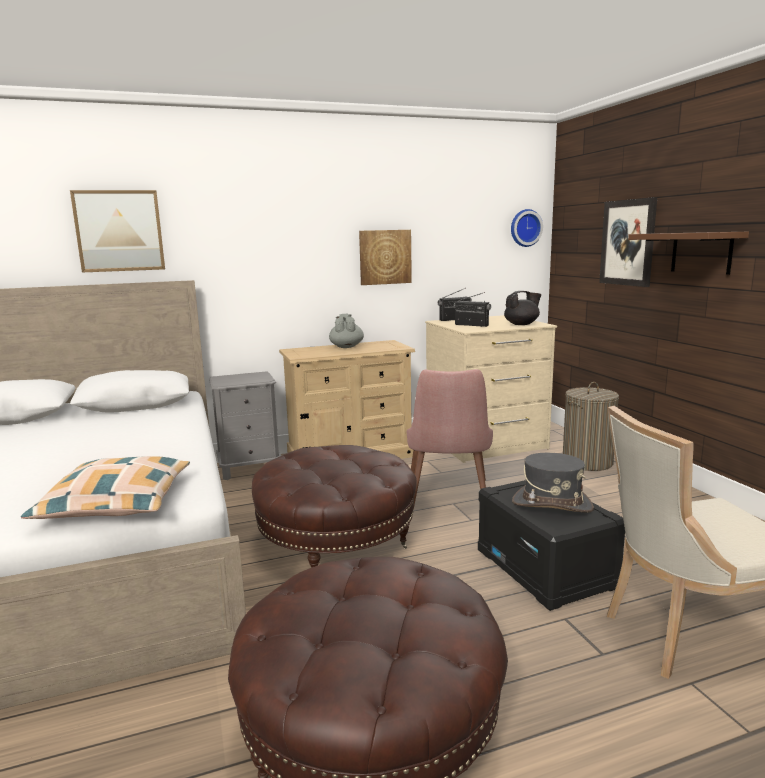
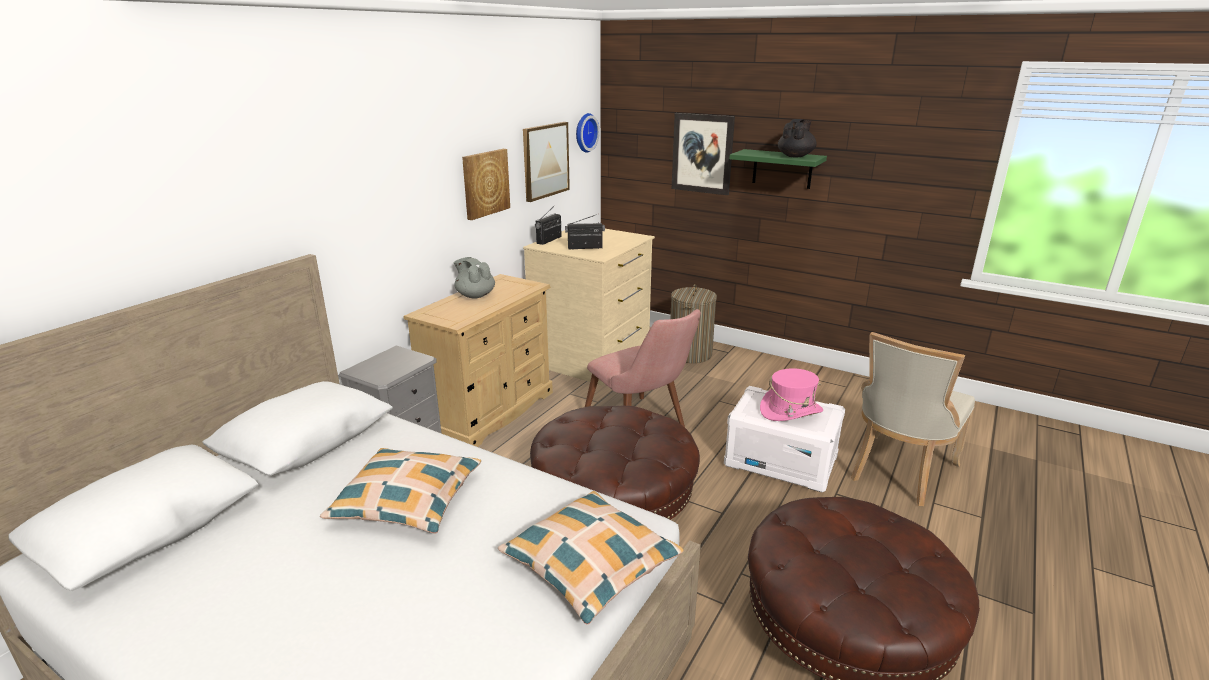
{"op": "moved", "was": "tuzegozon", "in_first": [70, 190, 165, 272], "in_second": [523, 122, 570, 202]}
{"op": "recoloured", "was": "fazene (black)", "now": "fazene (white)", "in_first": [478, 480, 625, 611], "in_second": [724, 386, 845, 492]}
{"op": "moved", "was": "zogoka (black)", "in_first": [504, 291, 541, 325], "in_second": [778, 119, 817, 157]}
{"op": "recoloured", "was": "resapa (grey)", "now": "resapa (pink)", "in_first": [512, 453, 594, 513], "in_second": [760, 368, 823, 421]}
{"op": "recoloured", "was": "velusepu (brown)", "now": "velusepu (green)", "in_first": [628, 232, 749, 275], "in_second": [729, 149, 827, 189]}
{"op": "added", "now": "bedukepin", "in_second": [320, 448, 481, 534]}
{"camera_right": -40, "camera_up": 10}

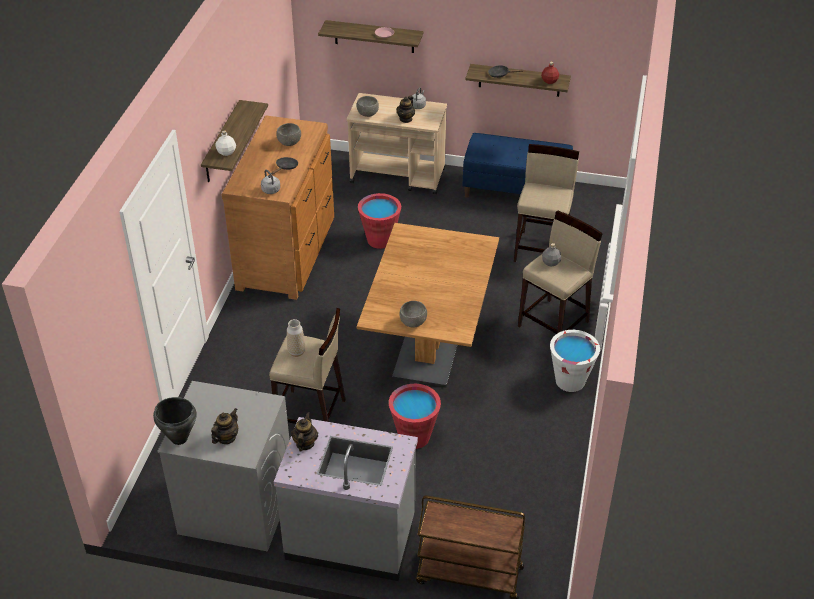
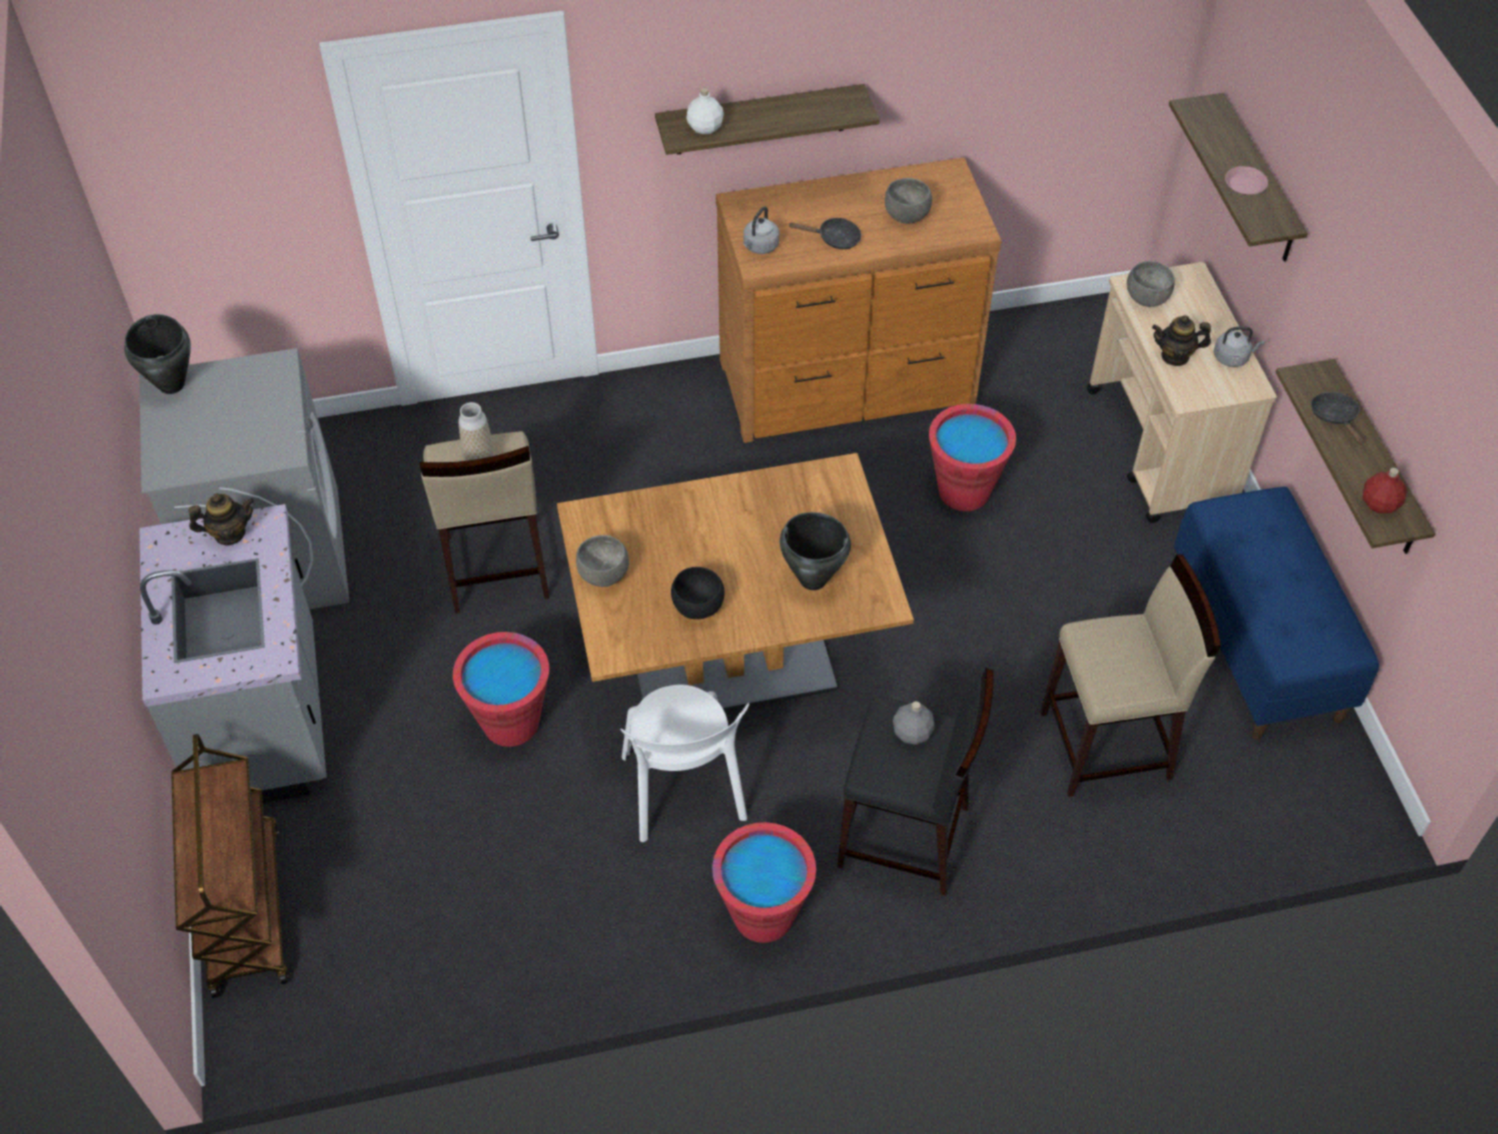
{"op": "removed", "was": "zogoka", "in_first": [211, 408, 238, 444]}
{"op": "recoloured", "was": "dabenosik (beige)", "now": "dabenosik (black)", "in_first": [518, 211, 603, 334], "in_second": [837, 668, 993, 896]}
{"op": "recoloured", "was": "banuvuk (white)", "now": "banuvuk (red)", "in_first": [550, 330, 600, 392], "in_second": [712, 822, 816, 943]}
{"op": "added", "now": "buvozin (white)", "in_second": [620, 685, 750, 842]}
{"op": "added", "now": "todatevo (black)", "in_second": [671, 567, 725, 619]}
{"op": "added", "now": "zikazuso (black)", "in_second": [780, 512, 851, 590]}
{"camera_right": 65, "camera_up": 10}

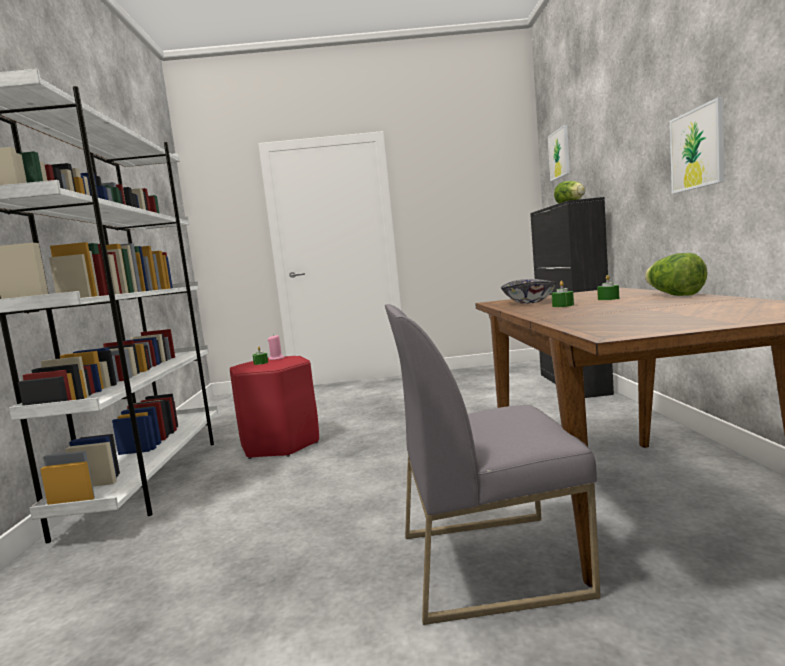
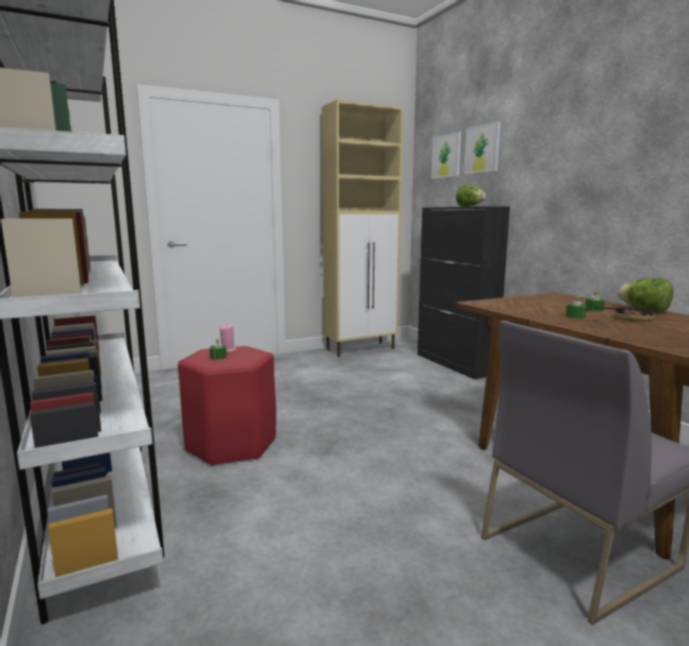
{"op": "removed", "was": "todatevo", "in_first": [501, 279, 557, 304]}
{"op": "moved", "was": "tuzegozon", "in_first": [670, 97, 724, 194], "in_second": [464, 121, 501, 174]}
{"op": "added", "now": "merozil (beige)", "in_second": [322, 100, 403, 357]}
{"op": "added", "now": "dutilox", "in_second": [594, 304, 657, 321]}
{"camera_right": -25, "camera_up": 5}

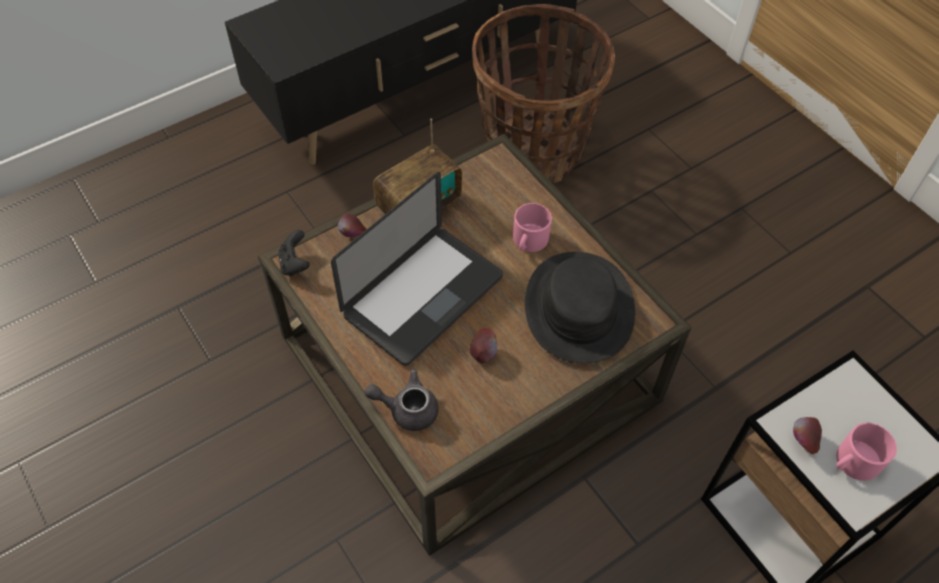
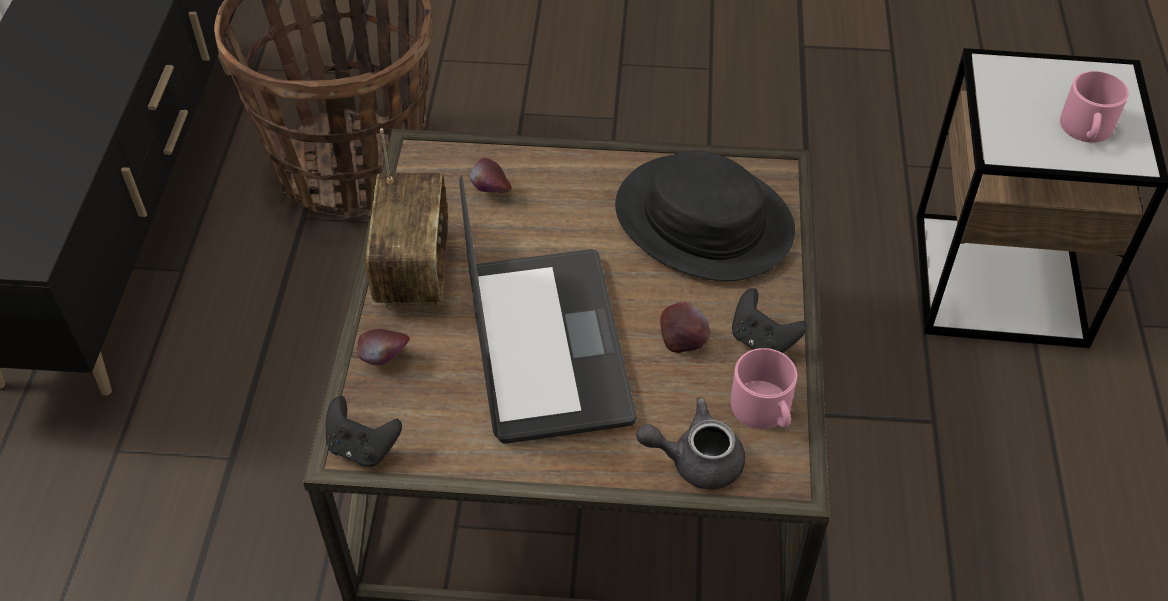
{"op": "turned", "was": "zogoka (grey)", "in_first": [365, 369, 439, 431], "in_second": [636, 397, 745, 490], "clockwise": 45}
{"op": "moved", "was": "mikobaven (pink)", "in_first": [513, 203, 552, 252], "in_second": [731, 348, 797, 429]}
{"op": "moved", "was": "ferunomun", "in_first": [793, 417, 822, 454], "in_second": [470, 158, 512, 193]}
{"op": "added", "now": "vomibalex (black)", "in_second": [732, 288, 807, 353]}
{"camera_right": -50, "camera_up": -5}

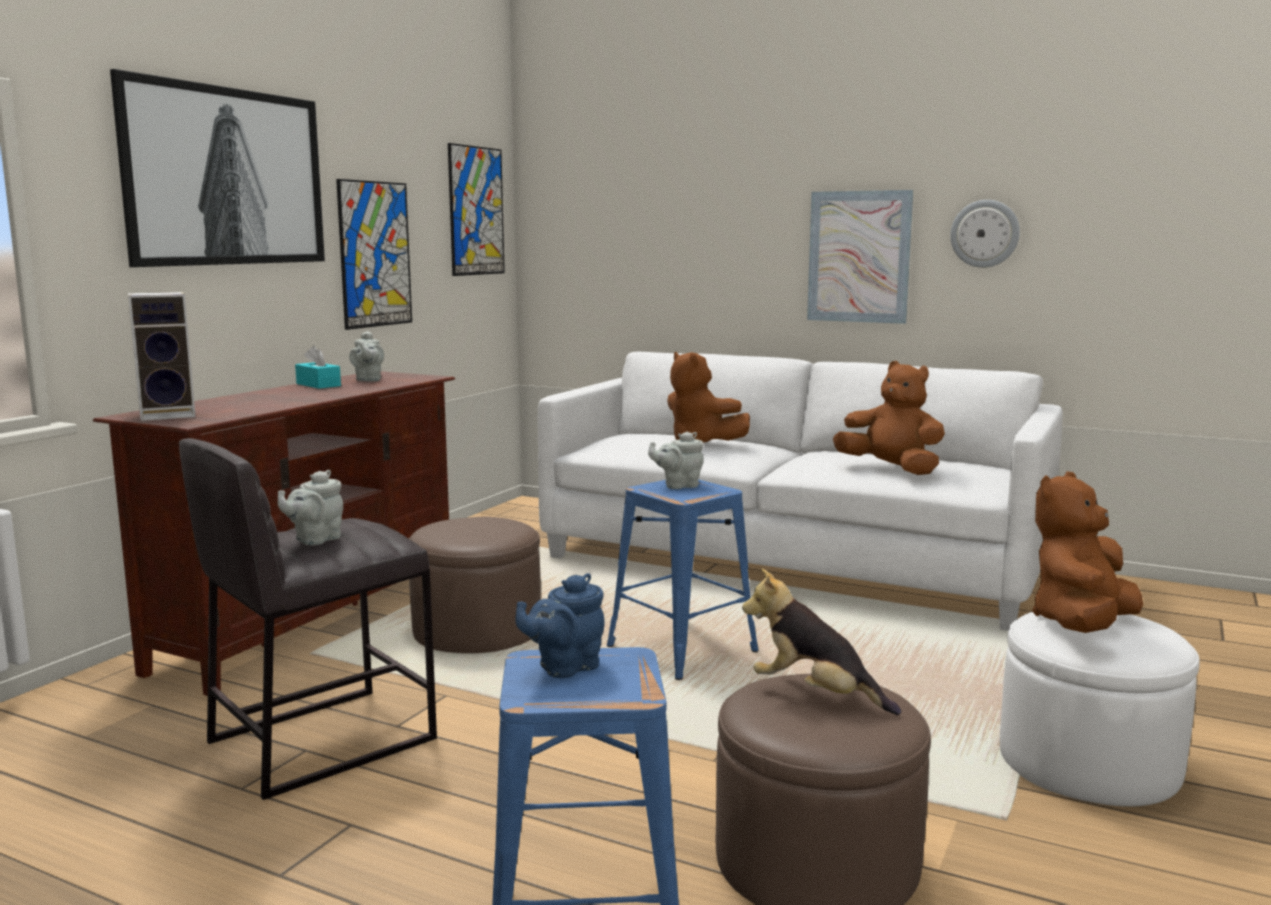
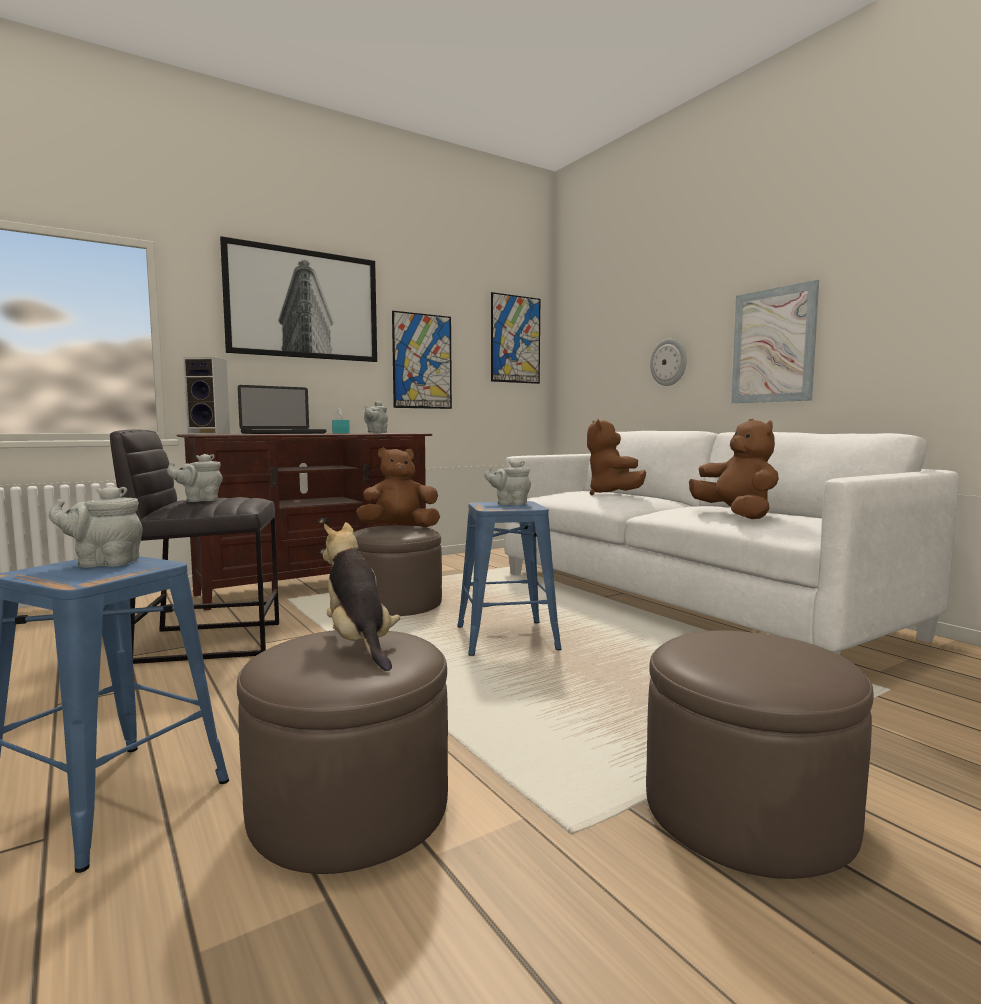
{"op": "recoloured", "was": "zogoka (blue)", "now": "zogoka (grey)", "in_first": [515, 573, 605, 678], "in_second": [49, 486, 143, 568]}
{"op": "moved", "was": "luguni", "in_first": [950, 200, 1020, 268], "in_second": [650, 339, 686, 386]}
{"op": "recoloured", "was": "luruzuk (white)", "now": "luruzuk (brown)", "in_first": [1000, 612, 1200, 807], "in_second": [646, 630, 874, 879]}
{"op": "moved", "was": "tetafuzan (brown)", "in_first": [1032, 471, 1143, 633], "in_second": [356, 448, 440, 527]}
{"op": "added", "now": "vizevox", "in_second": [238, 385, 326, 434]}
{"camera_right": 30, "camera_up": -5}

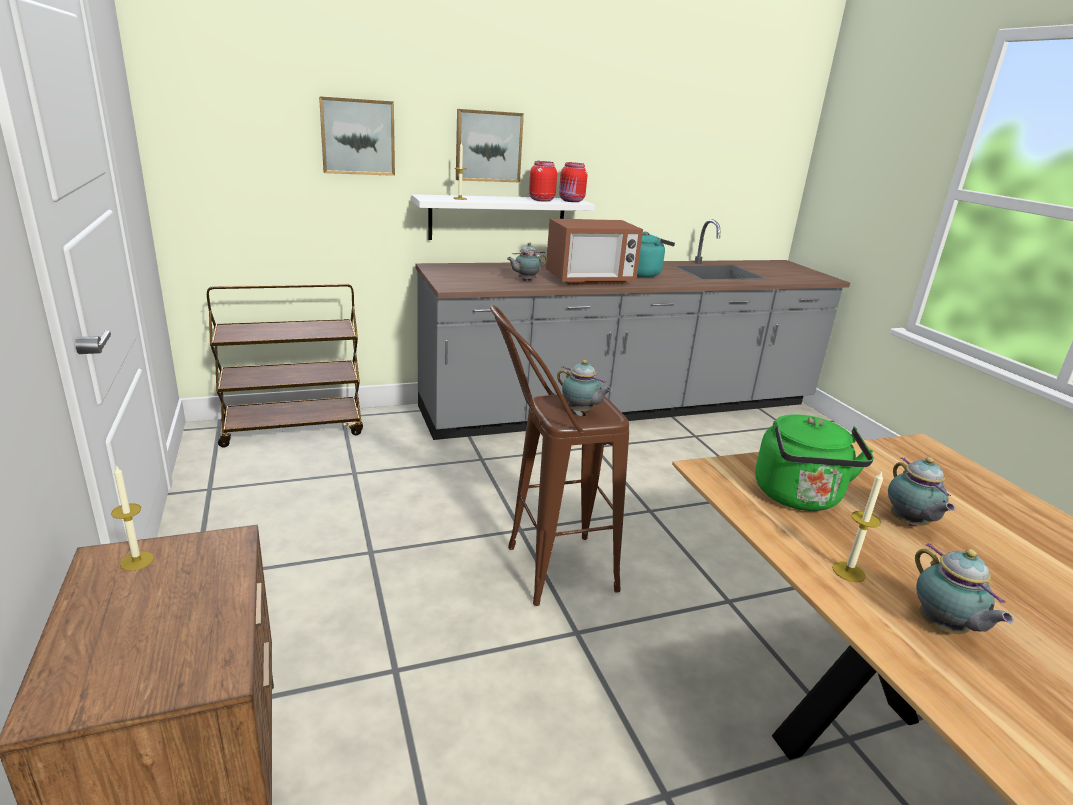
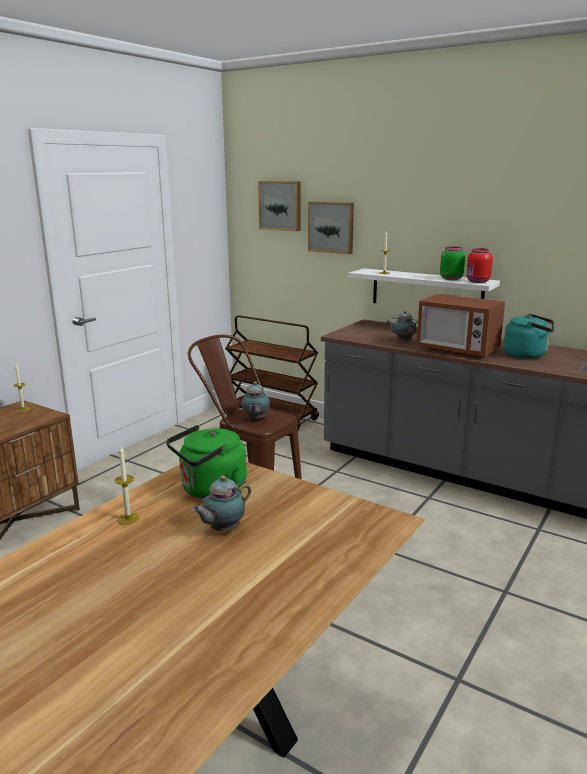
{"op": "moved", "was": "tuzegozon", "in_first": [456, 109, 524, 182], "in_second": [258, 181, 300, 231]}
{"op": "recoloured", "was": "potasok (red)", "now": "potasok (green)", "in_first": [529, 161, 557, 202], "in_second": [440, 246, 465, 280]}
{"op": "removed", "was": "zogoka", "in_first": [915, 543, 1014, 634]}
{"camera_right": 55, "camera_up": -5}

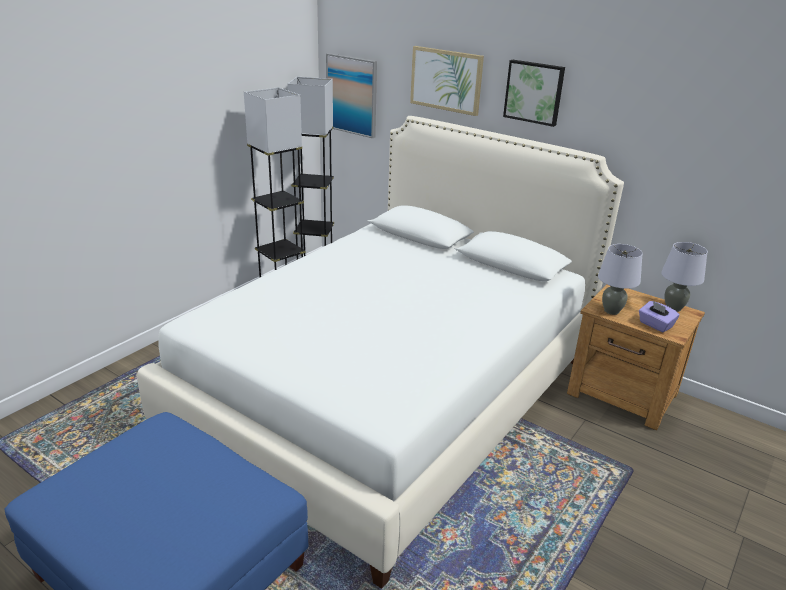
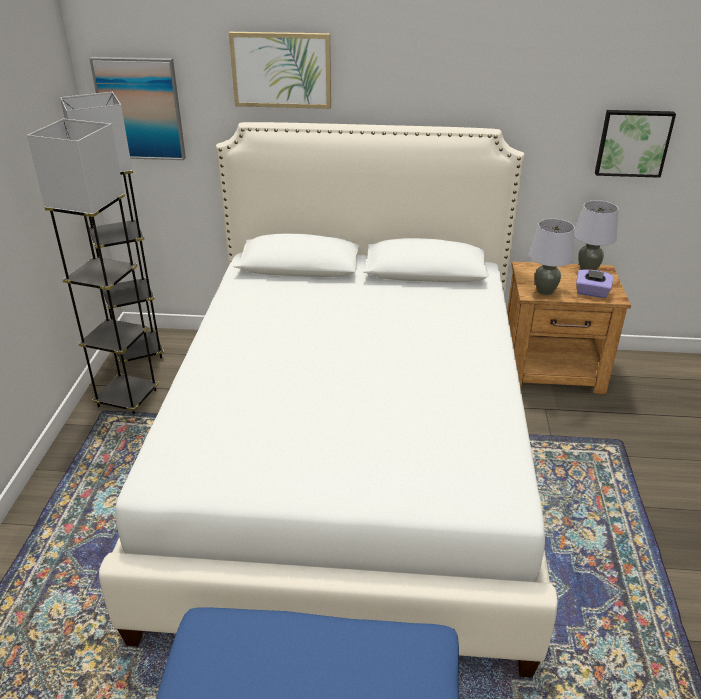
{"op": "moved", "was": "tuzegozon", "in_first": [503, 60, 565, 127], "in_second": [595, 110, 676, 178]}
{"camera_right": -30, "camera_up": 5}

